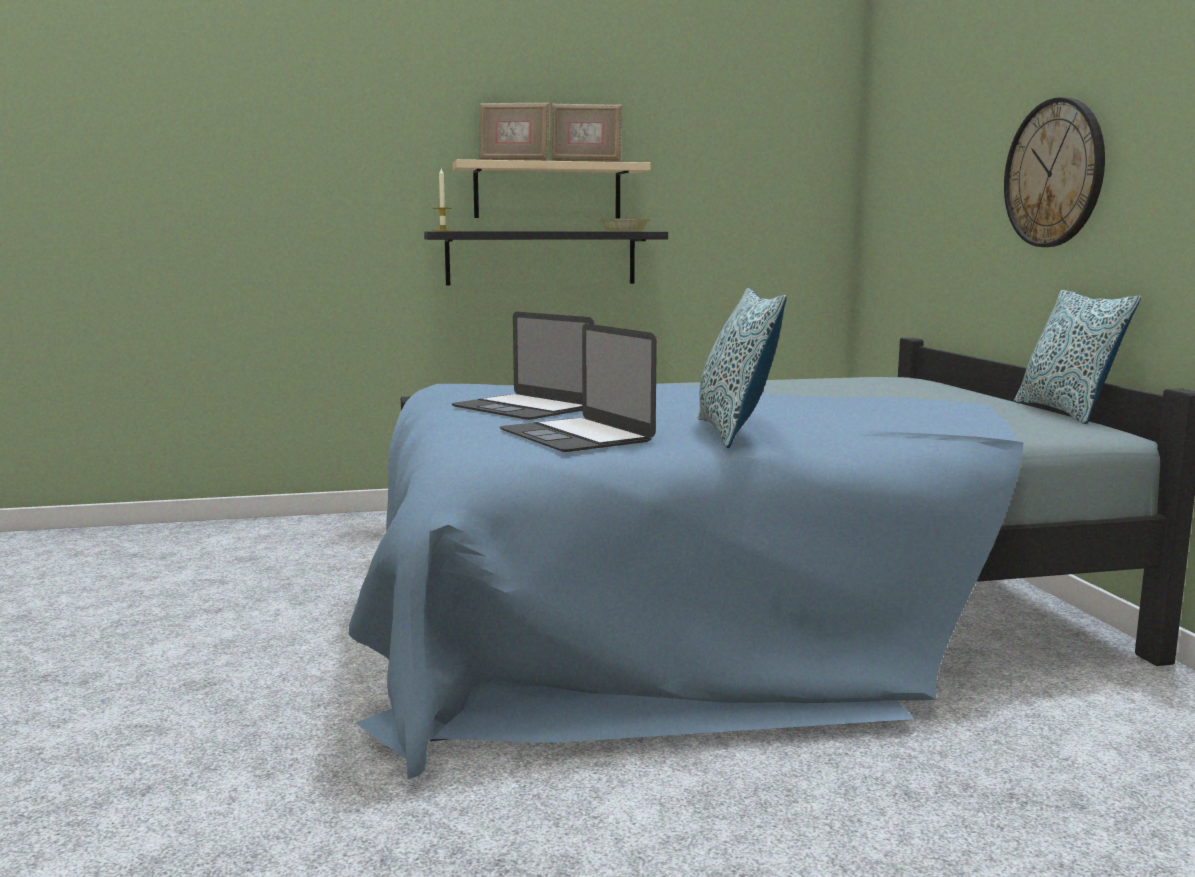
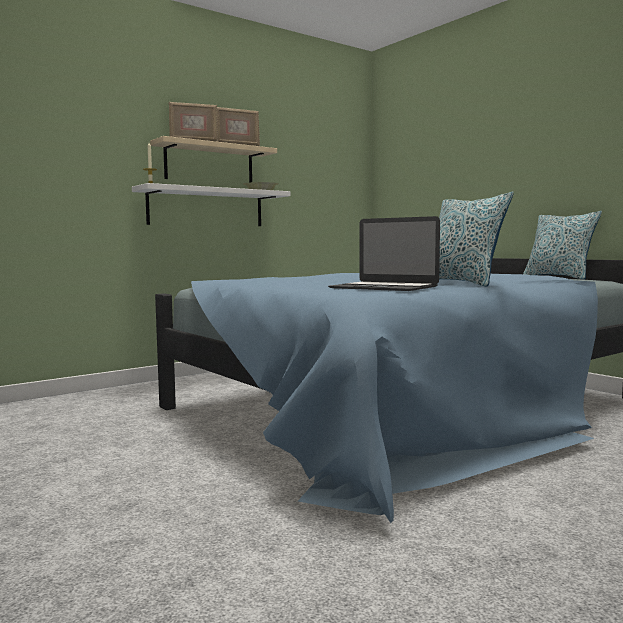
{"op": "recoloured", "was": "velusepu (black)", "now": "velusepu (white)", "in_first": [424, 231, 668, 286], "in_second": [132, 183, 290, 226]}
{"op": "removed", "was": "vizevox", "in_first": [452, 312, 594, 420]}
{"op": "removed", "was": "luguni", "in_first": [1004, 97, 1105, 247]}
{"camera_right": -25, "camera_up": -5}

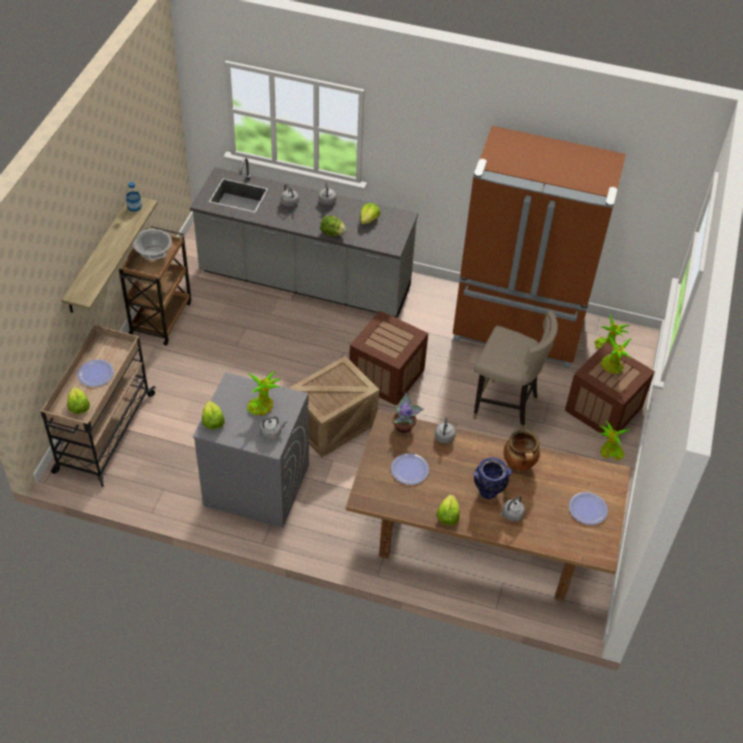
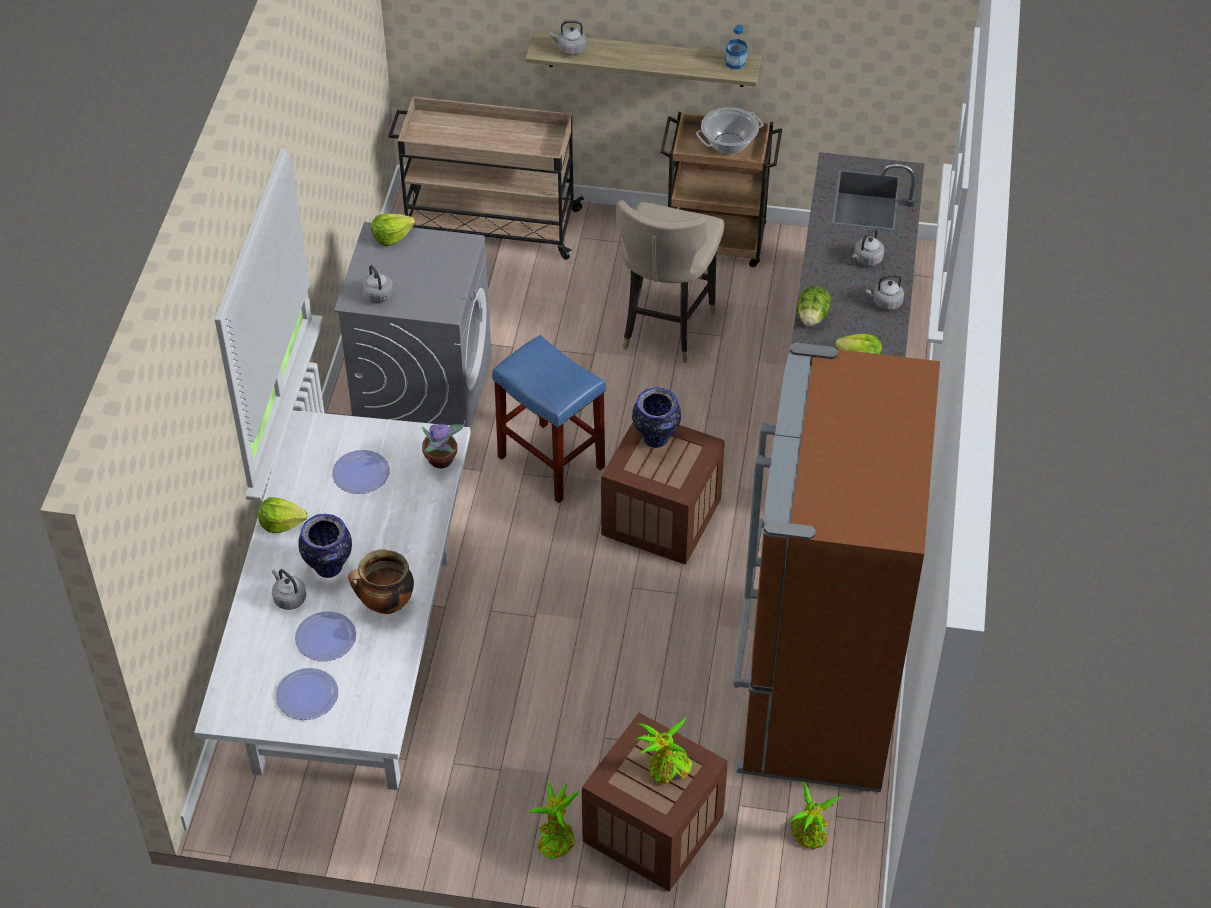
{"op": "removed", "was": "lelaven", "in_first": [67, 387, 90, 414]}
{"op": "moved", "was": "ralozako", "in_first": [77, 359, 114, 387], "in_second": [295, 611, 356, 661]}
{"op": "removed", "was": "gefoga", "in_first": [247, 371, 281, 415]}
{"op": "replaced", "was": "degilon", "now": "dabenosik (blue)", "in_first": [289, 356, 379, 457], "in_second": [492, 335, 606, 503]}
{"op": "recoloured", "was": "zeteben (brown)", "now": "zeteben (white)", "in_first": [346, 410, 630, 602], "in_second": [195, 410, 471, 790]}
{"op": "moved", "was": "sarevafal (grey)", "in_first": [435, 417, 456, 443], "in_second": [550, 21, 586, 56]}
{"op": "moved", "was": "dabenosik (beige)", "in_first": [473, 310, 558, 429], "in_second": [616, 200, 724, 363]}
{"op": "added", "now": "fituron", "in_second": [632, 387, 681, 448]}
{"camera_right": 85, "camera_up": 0}

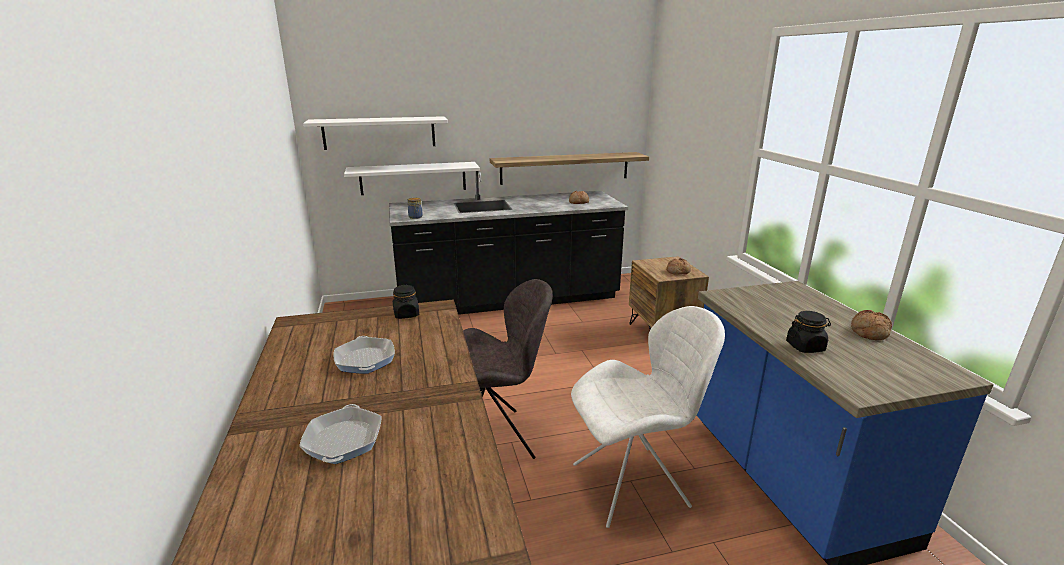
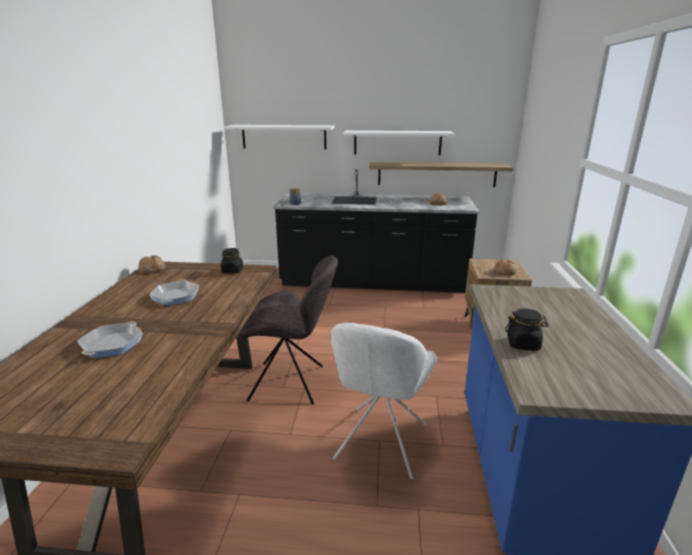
{"op": "moved", "was": "velusepu (white)", "in_first": [344, 162, 480, 195], "in_second": [343, 130, 455, 156]}
{"op": "turned", "was": "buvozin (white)", "in_first": [571, 306, 725, 528], "in_second": [331, 323, 437, 479], "clockwise": 105}
{"op": "moved", "was": "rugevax", "in_first": [851, 310, 892, 340], "in_second": [138, 255, 166, 274]}
{"camera_right": 20, "camera_up": 0}

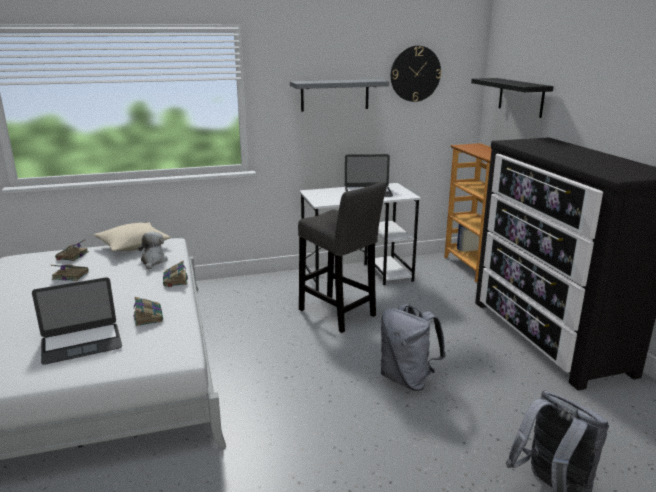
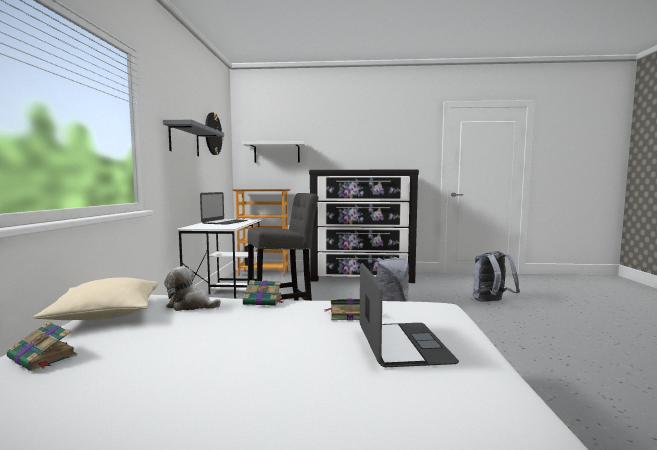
{"op": "removed", "was": "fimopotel", "in_first": [50, 264, 89, 281]}
{"op": "recoloured", "was": "velusepu (black)", "now": "velusepu (white)", "in_first": [471, 78, 554, 118], "in_second": [242, 141, 307, 163]}
{"camera_right": -70, "camera_up": -15}

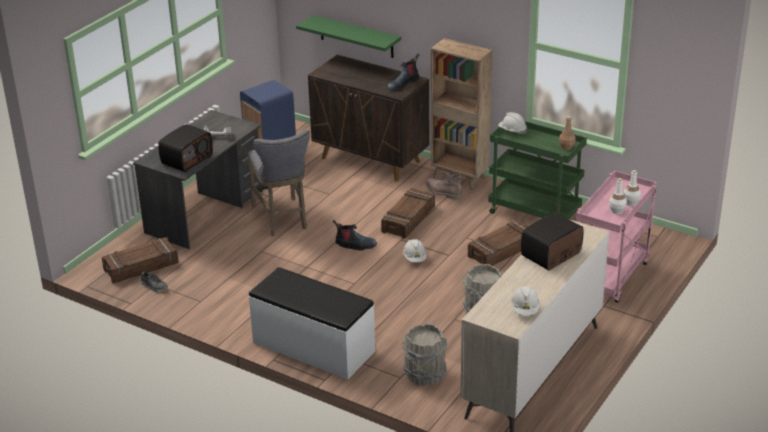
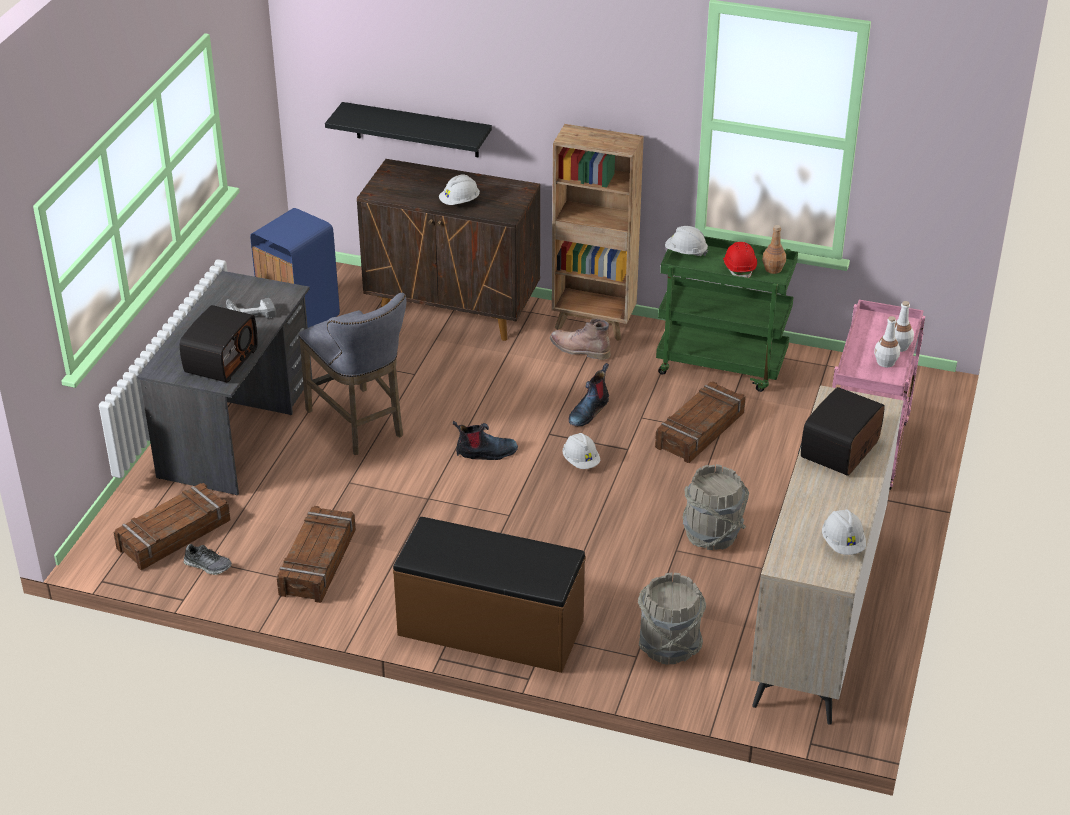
{"op": "recoloured", "was": "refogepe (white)", "now": "refogepe (brown)", "in_first": [249, 267, 375, 380], "in_second": [393, 517, 586, 673]}
{"op": "recoloured", "was": "velusepu (green)", "now": "velusepu (black)", "in_first": [296, 15, 401, 58], "in_second": [325, 102, 492, 157]}
{"op": "moved", "was": "degilon", "in_first": [381, 188, 435, 239], "in_second": [277, 506, 356, 603]}
{"op": "moved", "was": "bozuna", "in_first": [387, 54, 419, 90], "in_second": [569, 363, 609, 426]}
{"op": "added", "now": "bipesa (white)", "in_second": [439, 175, 480, 205]}
{"op": "added", "now": "bipesa (red)", "in_second": [723, 242, 757, 278]}
{"camera_right": -15, "camera_up": 5}

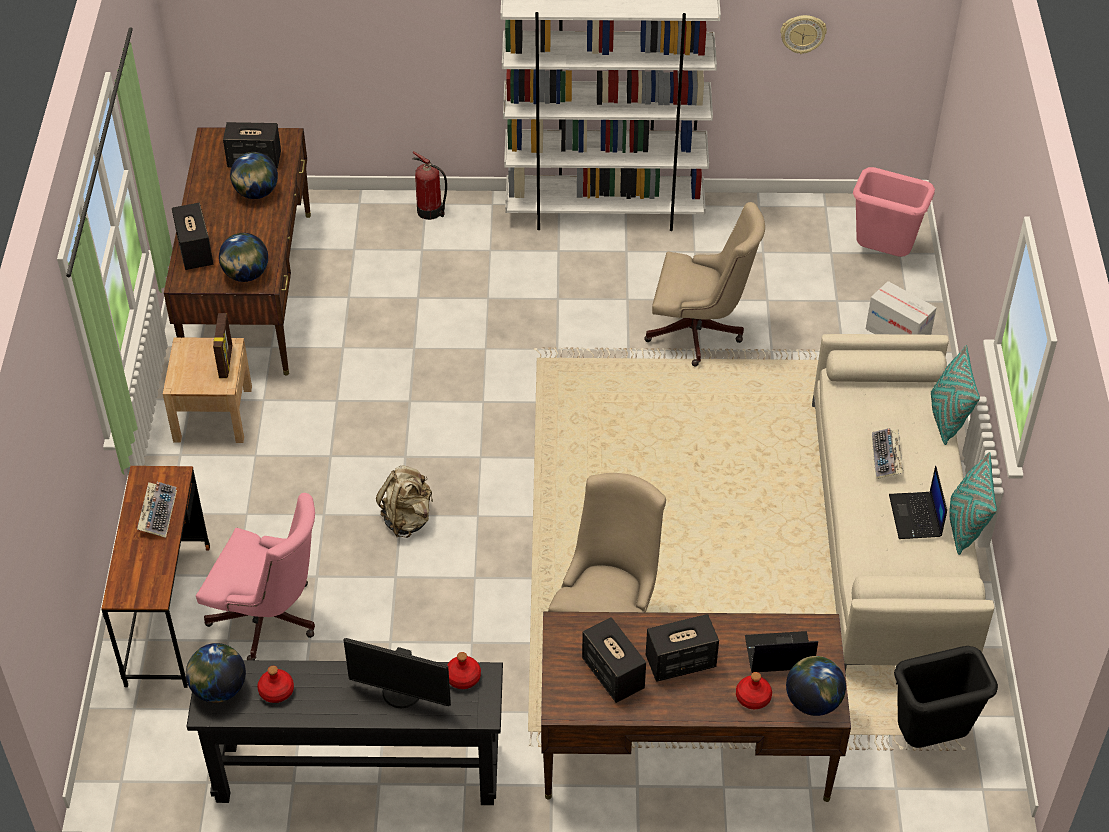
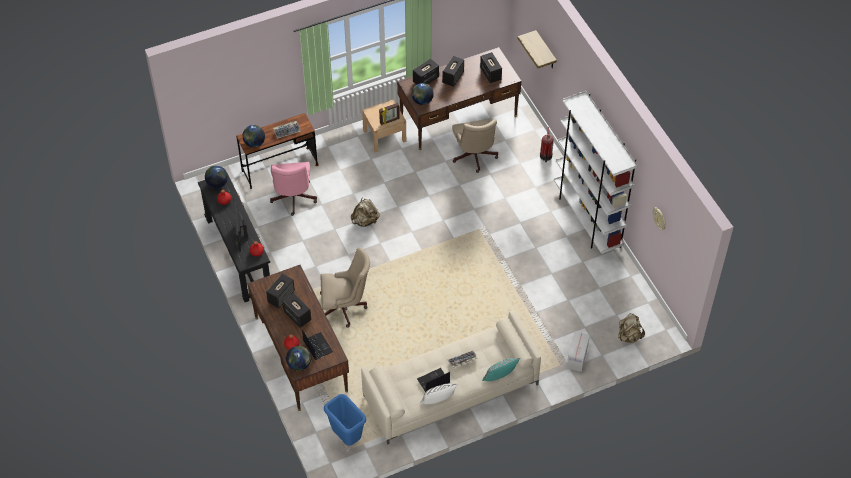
{"op": "moved", "was": "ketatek", "in_first": [230, 152, 278, 199], "in_second": [243, 125, 265, 148]}
{"op": "moved", "was": "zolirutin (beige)", "in_first": [644, 202, 765, 366], "in_second": [452, 119, 498, 173]}
{"op": "replaced", "was": "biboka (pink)", "now": "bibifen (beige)", "in_first": [853, 167, 935, 257], "in_second": [618, 313, 645, 343]}
{"op": "recoloured", "was": "biboka (black)", "now": "biboka (blue)", "in_first": [894, 646, 998, 748], "in_second": [324, 394, 366, 446]}
{"op": "recoloured", "was": "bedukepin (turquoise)", "now": "bedukepin (white)", "in_first": [949, 452, 997, 555], "in_second": [420, 383, 458, 404]}
{"op": "added", "now": "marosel", "in_second": [442, 56, 464, 87]}
{"op": "added", "now": "velusepu", "in_second": [517, 30, 557, 68]}
{"camera_right": 65, "camera_up": 5}

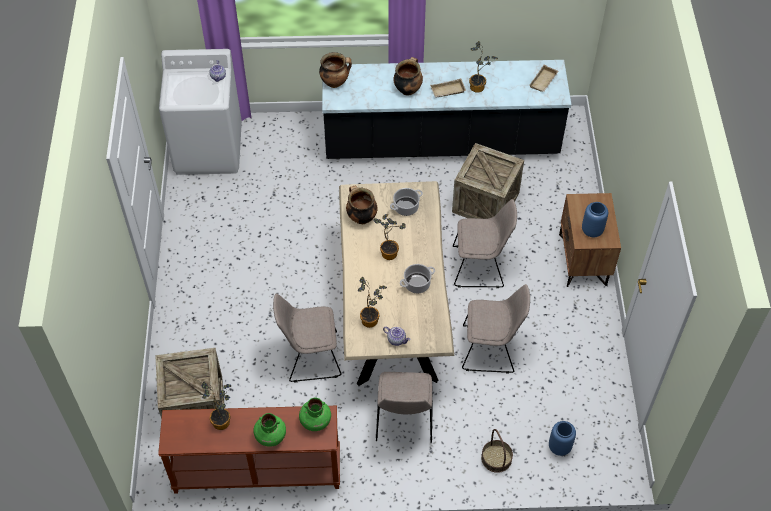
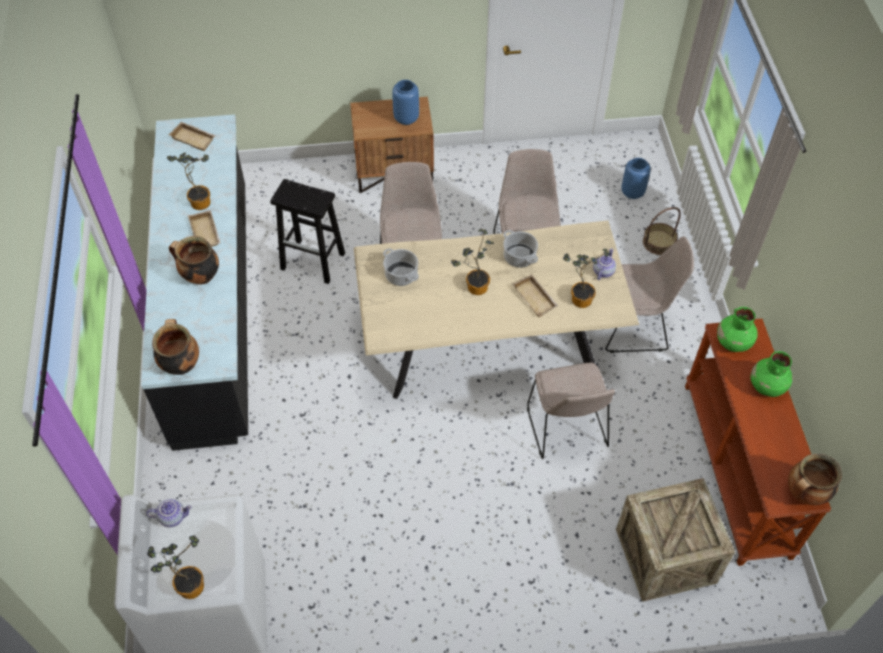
{"op": "moved", "was": "gefoga", "in_first": [202, 382, 232, 430], "in_second": [147, 535, 204, 599]}
{"op": "moved", "was": "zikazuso", "in_first": [346, 186, 377, 224], "in_second": [788, 454, 842, 505]}
{"op": "replaced", "was": "degilon", "now": "dabenosik (black)", "in_first": [452, 143, 524, 219], "in_second": [270, 179, 345, 284]}
{"op": "added", "now": "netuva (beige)", "in_second": [513, 274, 558, 317]}
{"camera_right": -95, "camera_up": 0}

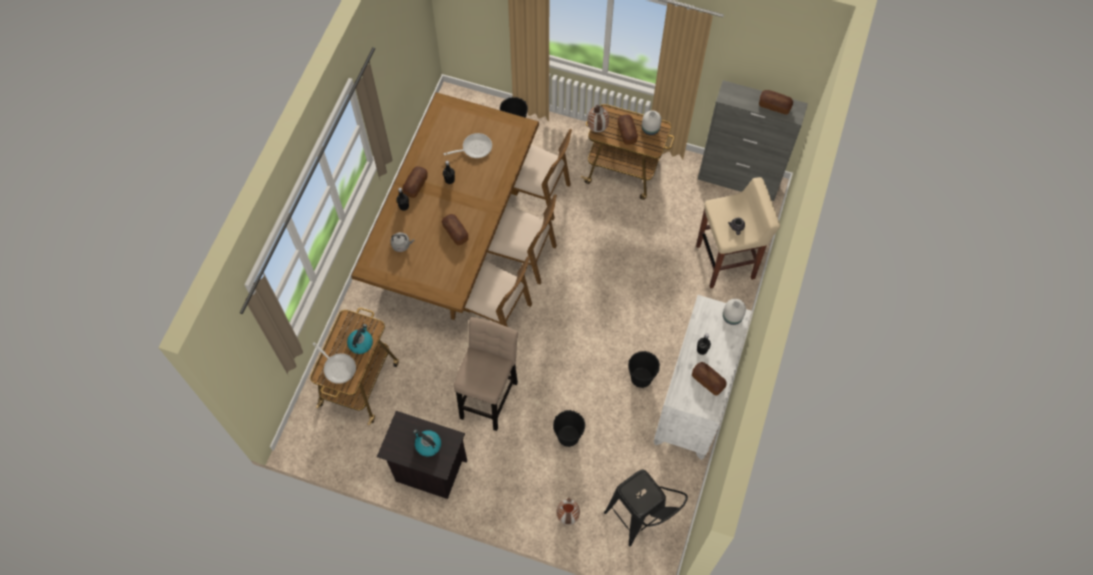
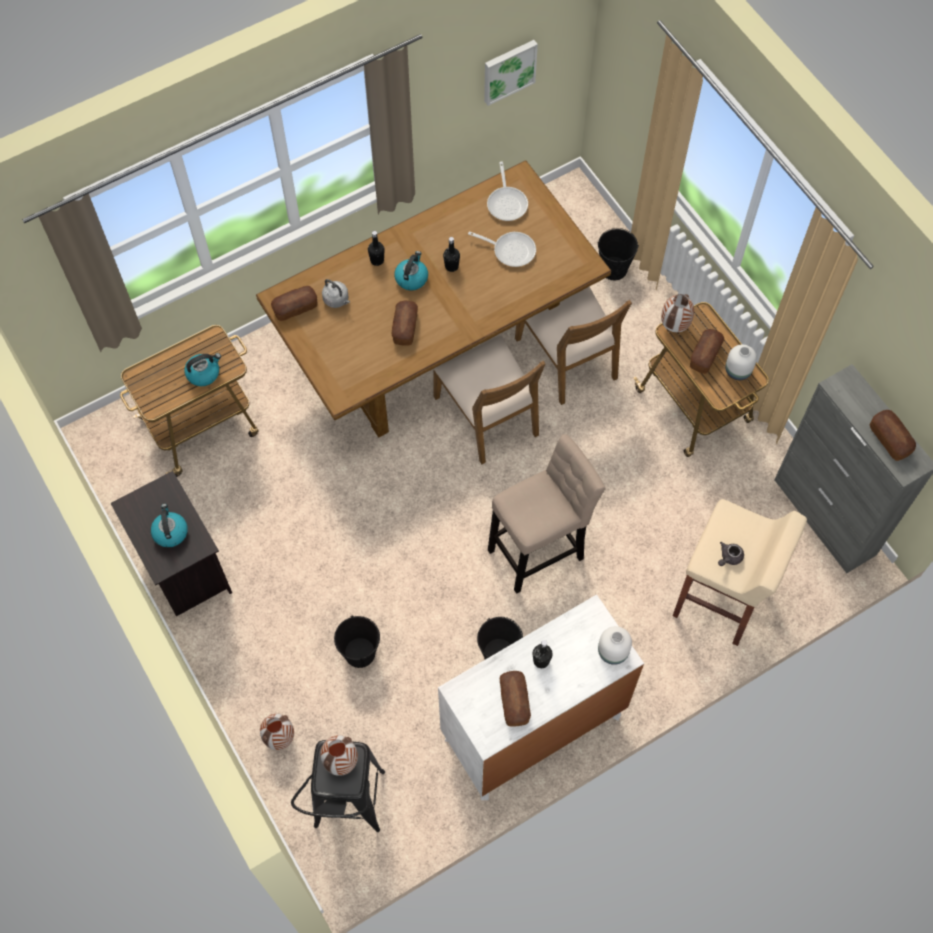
{"op": "moved", "was": "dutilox", "in_first": [313, 342, 356, 384], "in_second": [487, 161, 528, 221]}
{"op": "moved", "was": "rugevax", "in_first": [402, 166, 428, 198], "in_second": [271, 286, 317, 321]}
{"op": "removed", "was": "buvozin (brown)", "in_first": [450, 256, 532, 327]}
{"op": "moved", "was": "dabenosik (beige)", "in_first": [454, 317, 518, 431], "in_second": [488, 434, 606, 594]}
{"op": "added", "now": "fituron", "in_second": [320, 735, 358, 776]}
{"op": "added", "now": "sarevafal", "in_second": [394, 251, 428, 290]}
{"op": "added", "now": "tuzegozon", "in_second": [484, 40, 538, 106]}
{"camera_right": 40, "camera_up": 0}

